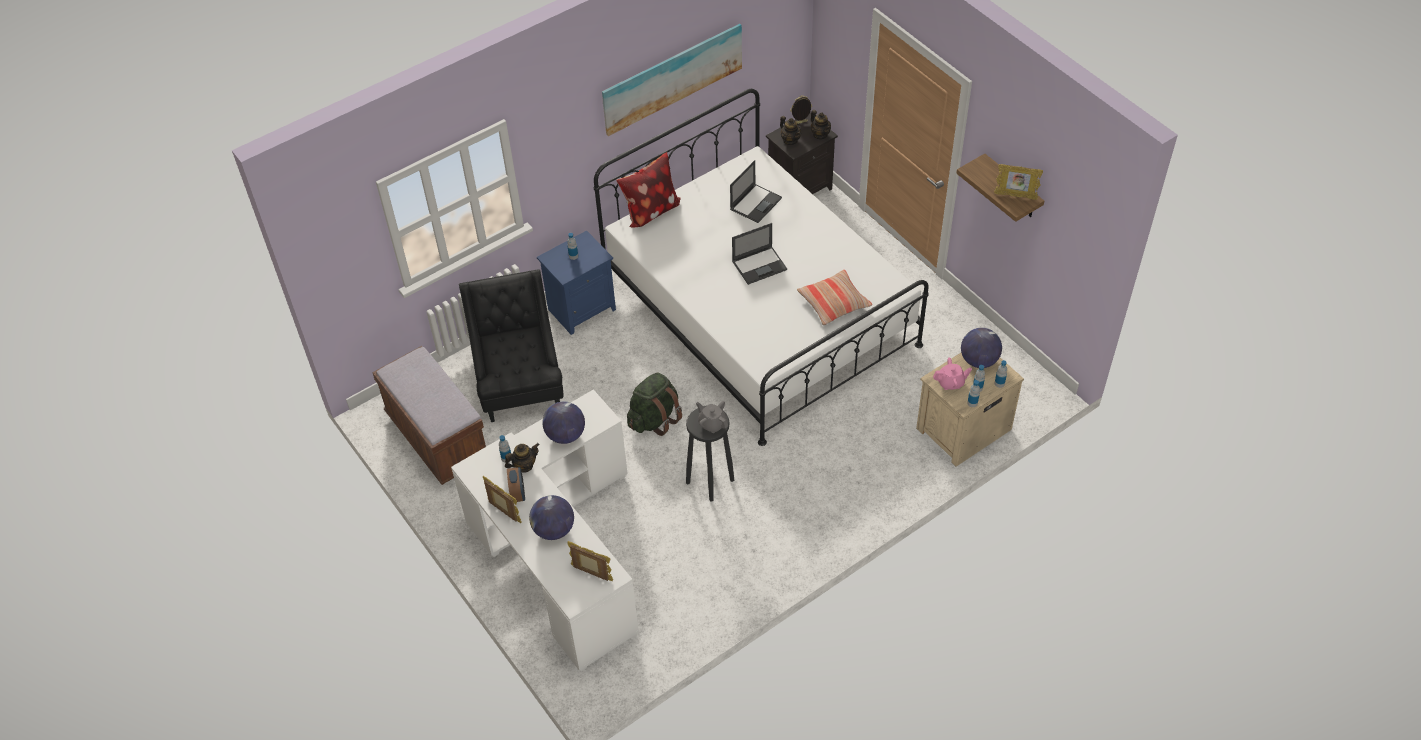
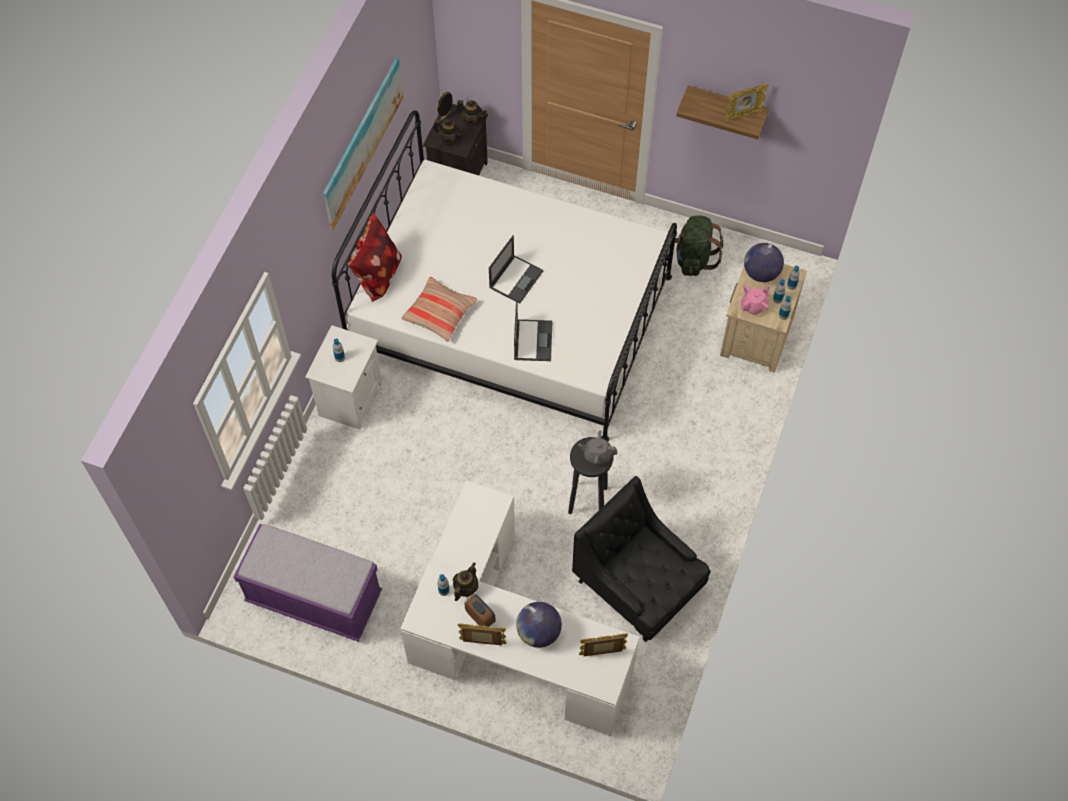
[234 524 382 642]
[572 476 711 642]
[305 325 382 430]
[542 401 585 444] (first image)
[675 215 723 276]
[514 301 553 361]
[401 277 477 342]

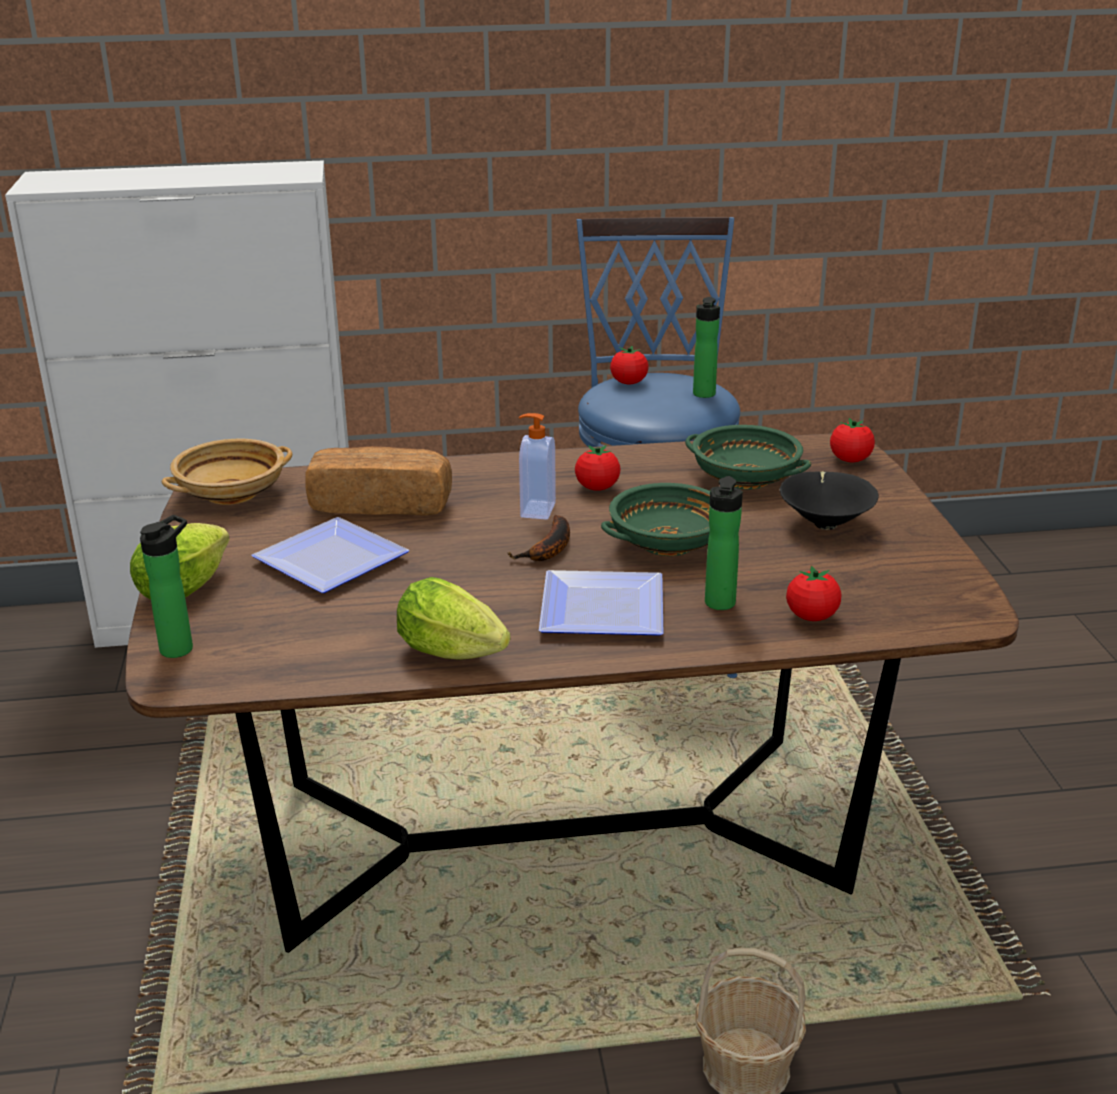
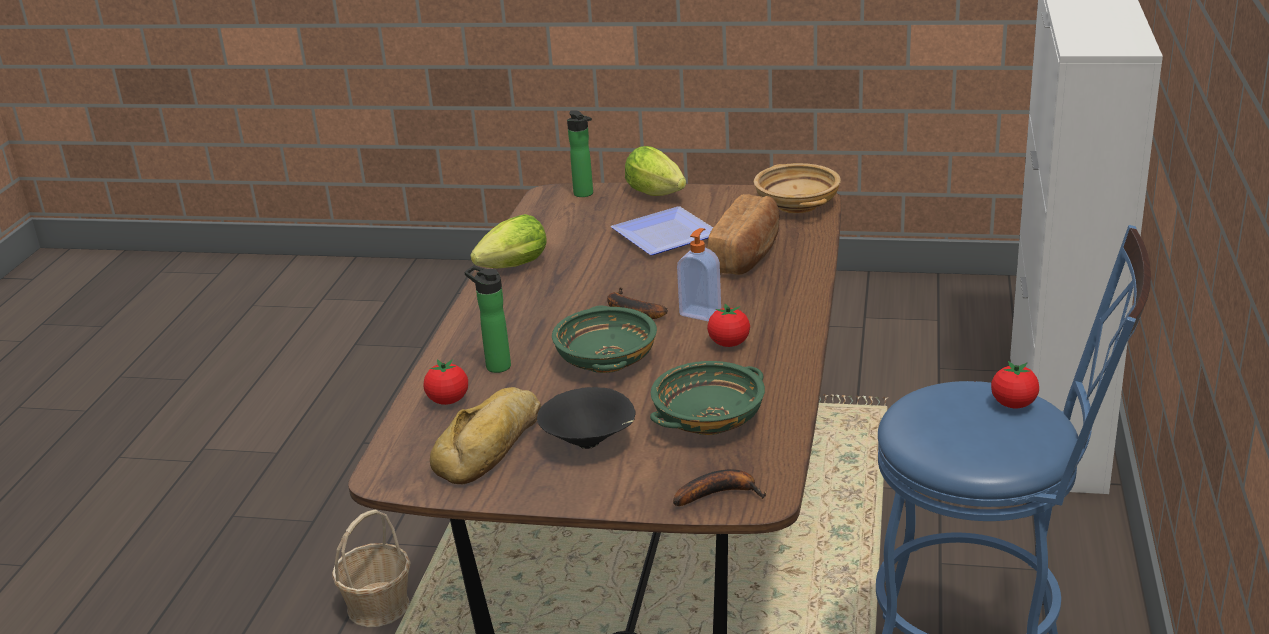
[539 570 664 636] (first image)
[693 297 720 398] (first image)
[673 469 766 506]
[430 387 541 484]

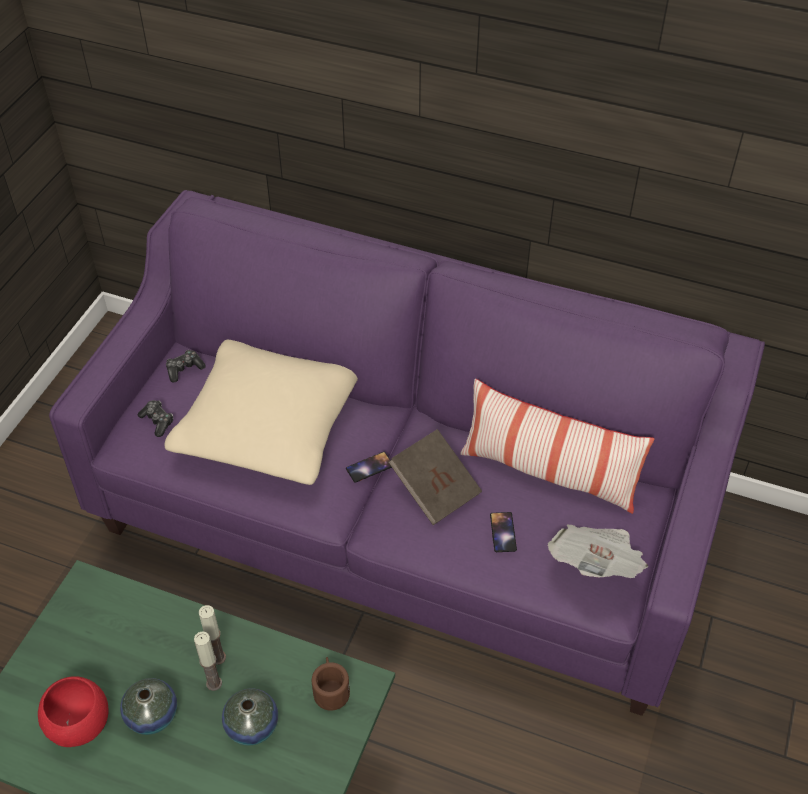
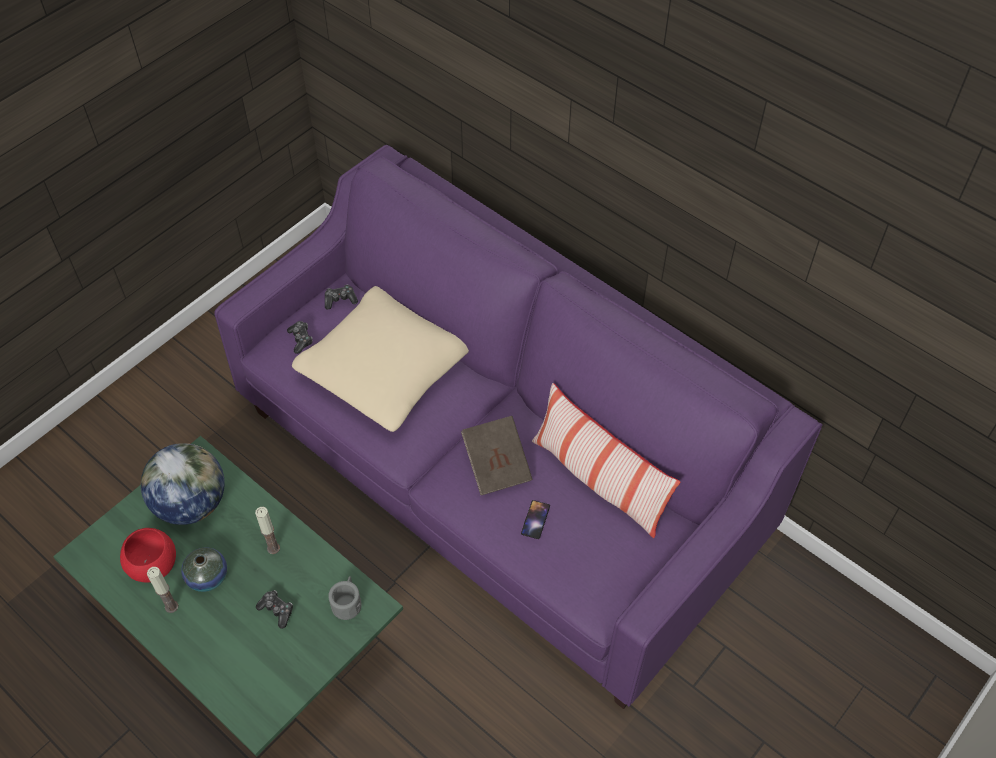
[147 567 178 613]
[256 590 293 629]
[328 576 362 620]
[346 452 392 483] (first image)
[548 524 648 578] (first image)
[141 443 225 525]

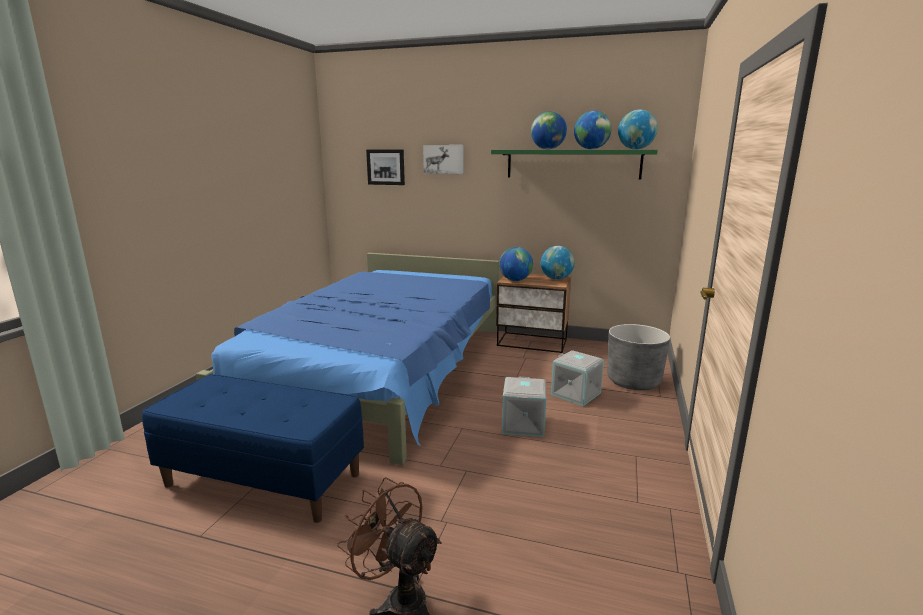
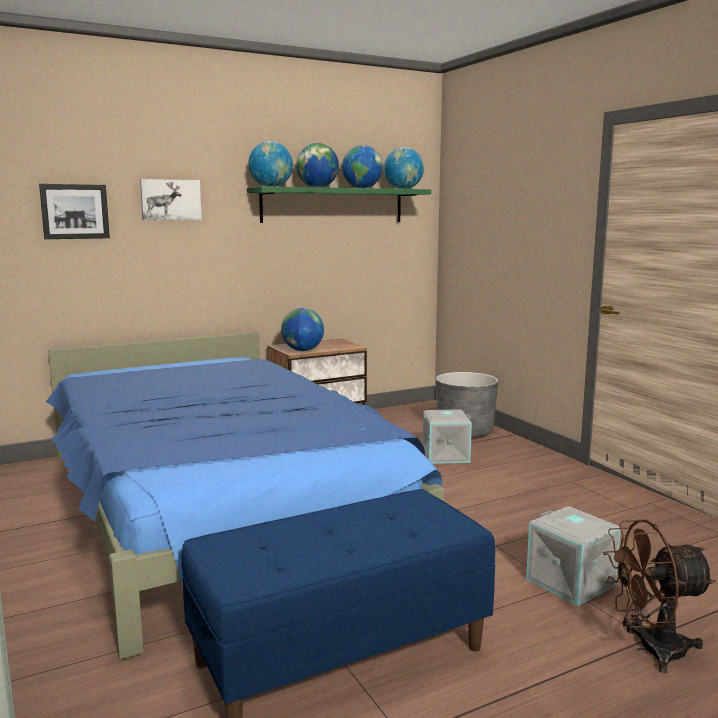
[526 506 621 606]
[248 141 293 187]

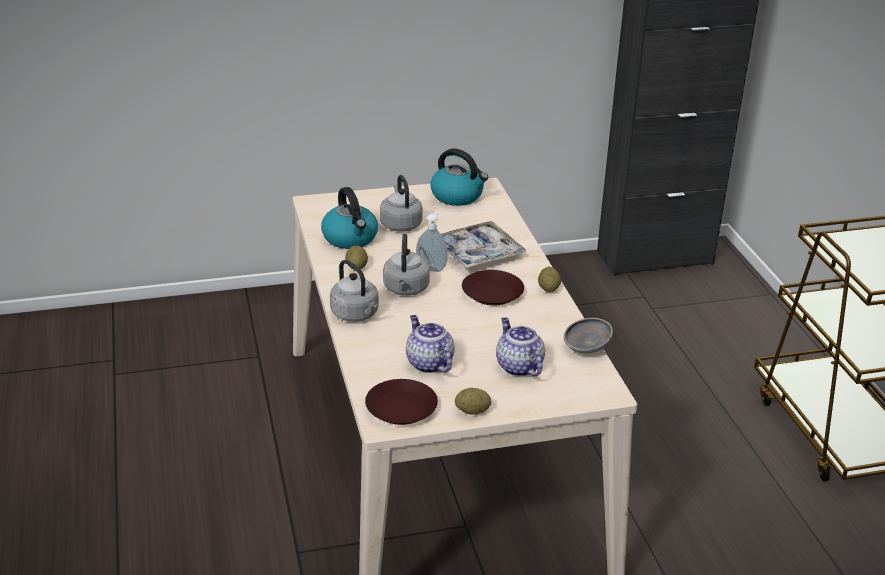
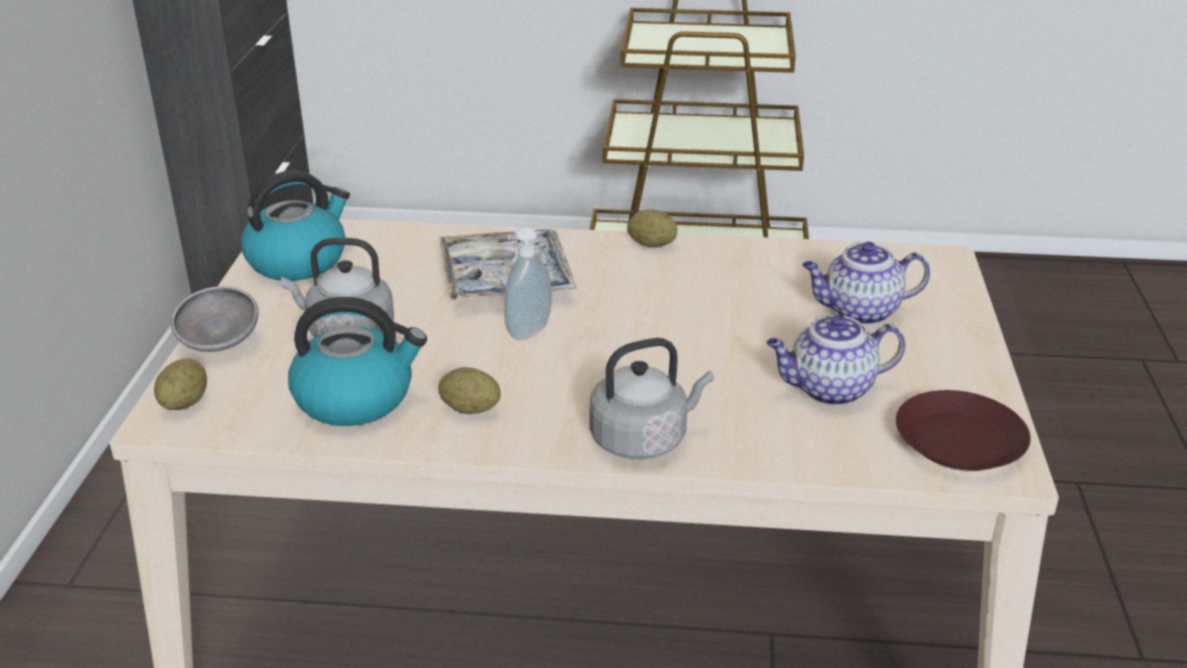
[383 234 430 296] (first image)
[154 358 207 410]
[462 270 524 305] (first image)
[171 286 259 352]

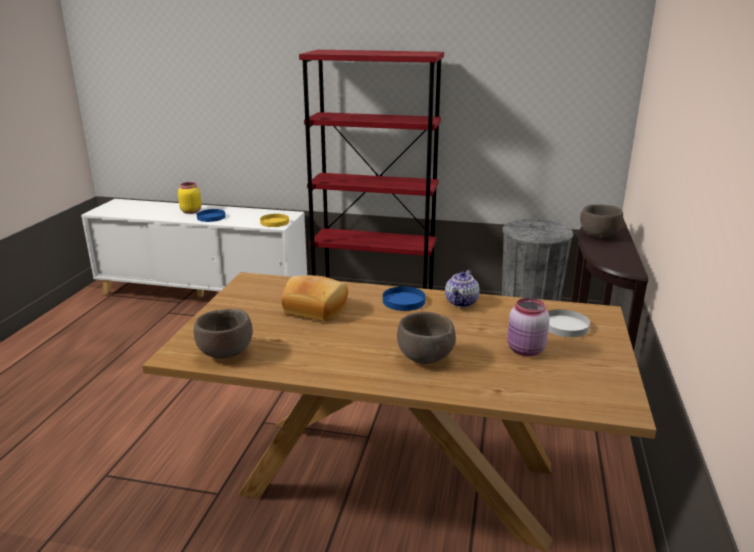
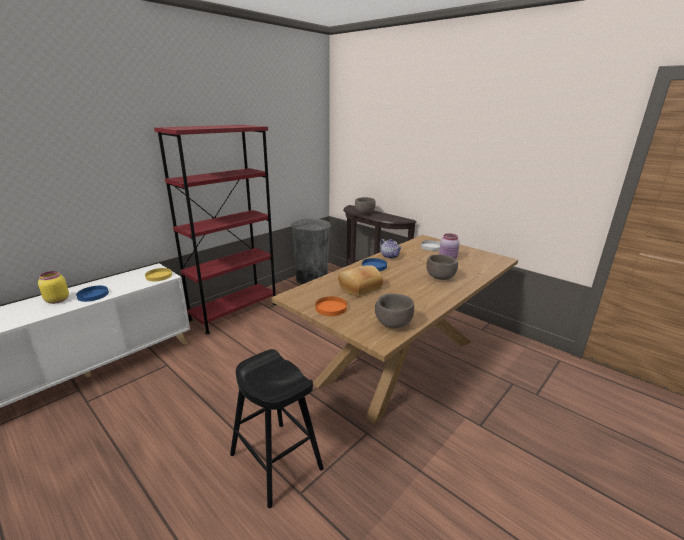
[230 349 324 508]
[315 297 347 316]

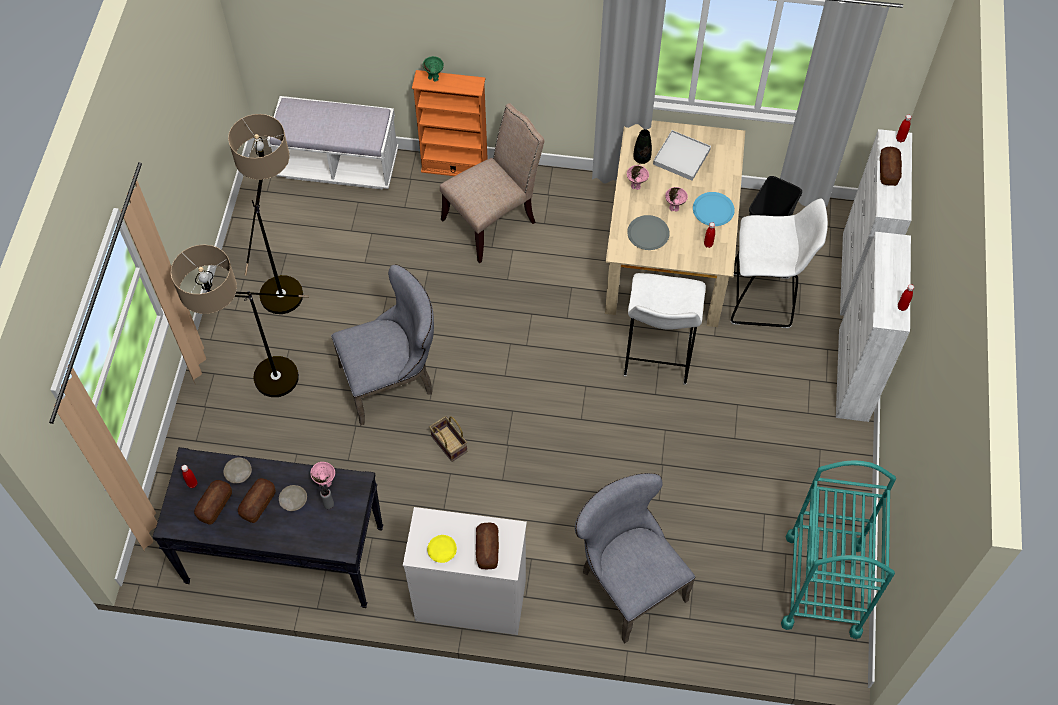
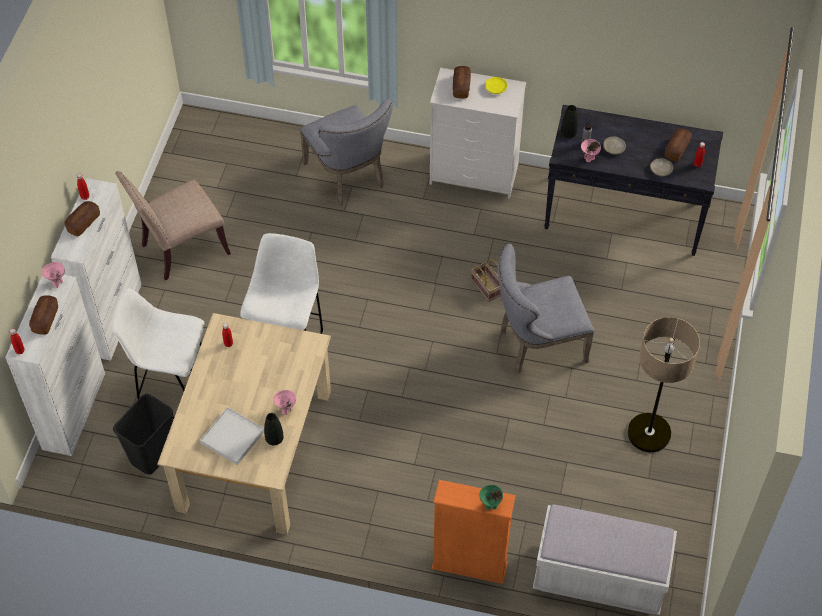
[171 244 309 397] (first image)
[64 201 100 236]
[115 171 231 280]
[627 215 670 250] (first image)
[42 262 65 288]
[693 192 735 226] (first image)
[781 460 896 639] (first image)
[561 105 578 138]

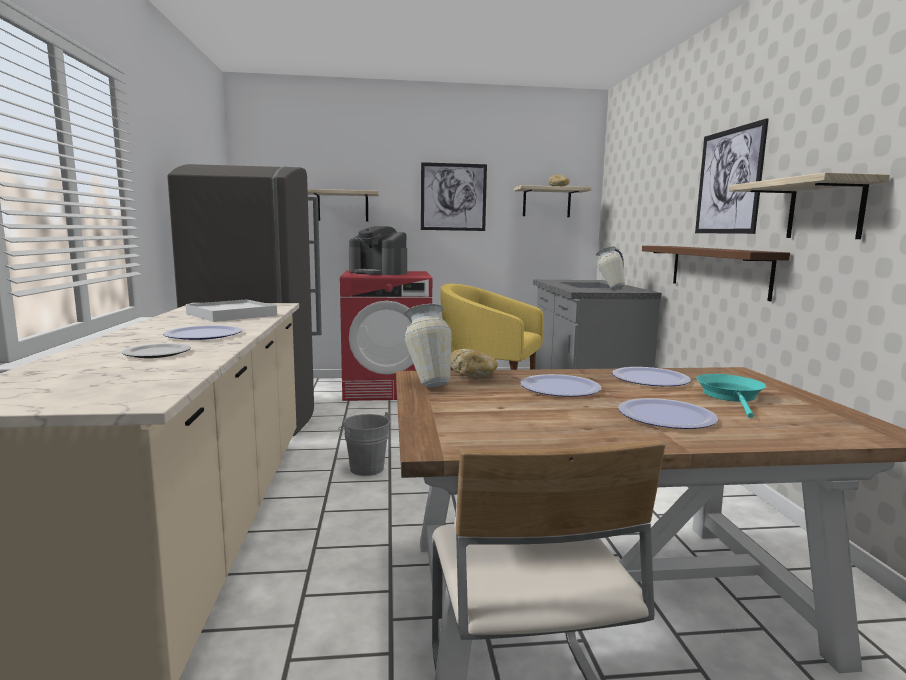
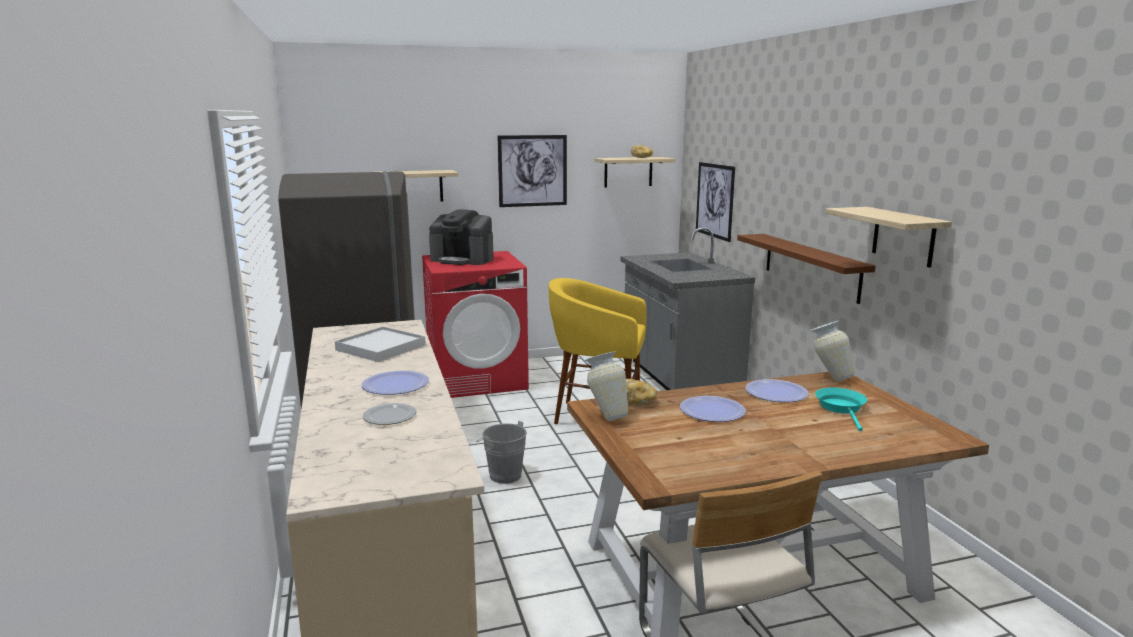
[810 321 854 381]
[618 398 718 429] (first image)
[696 162 735 242]

